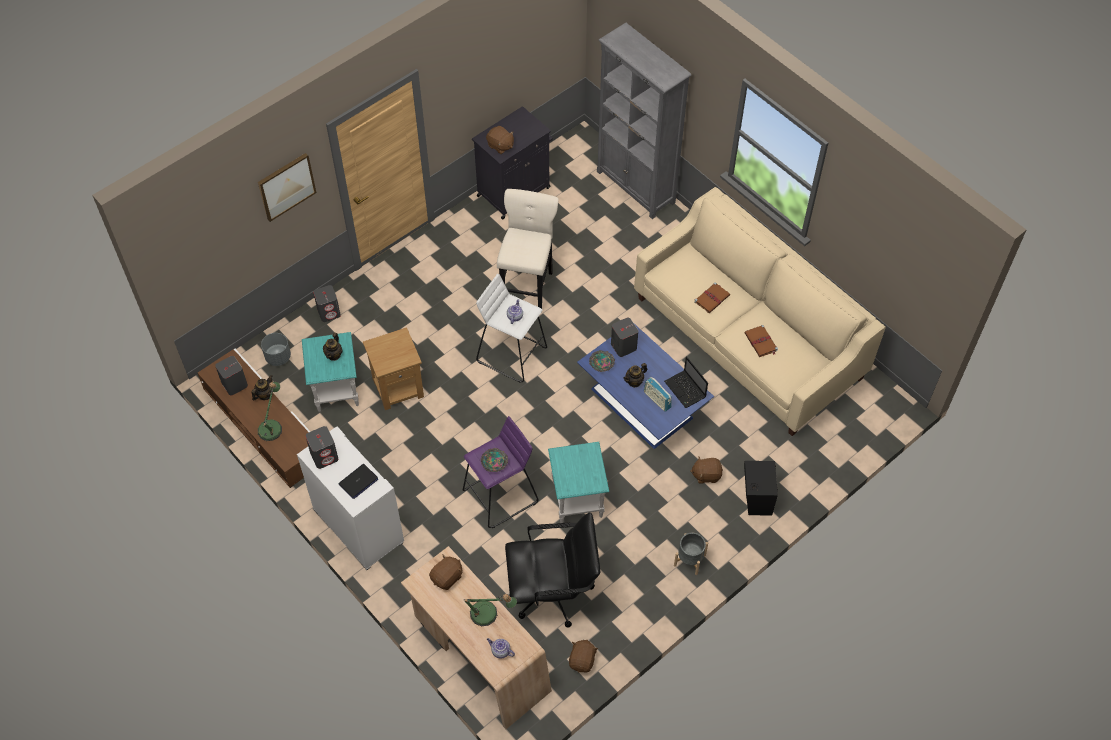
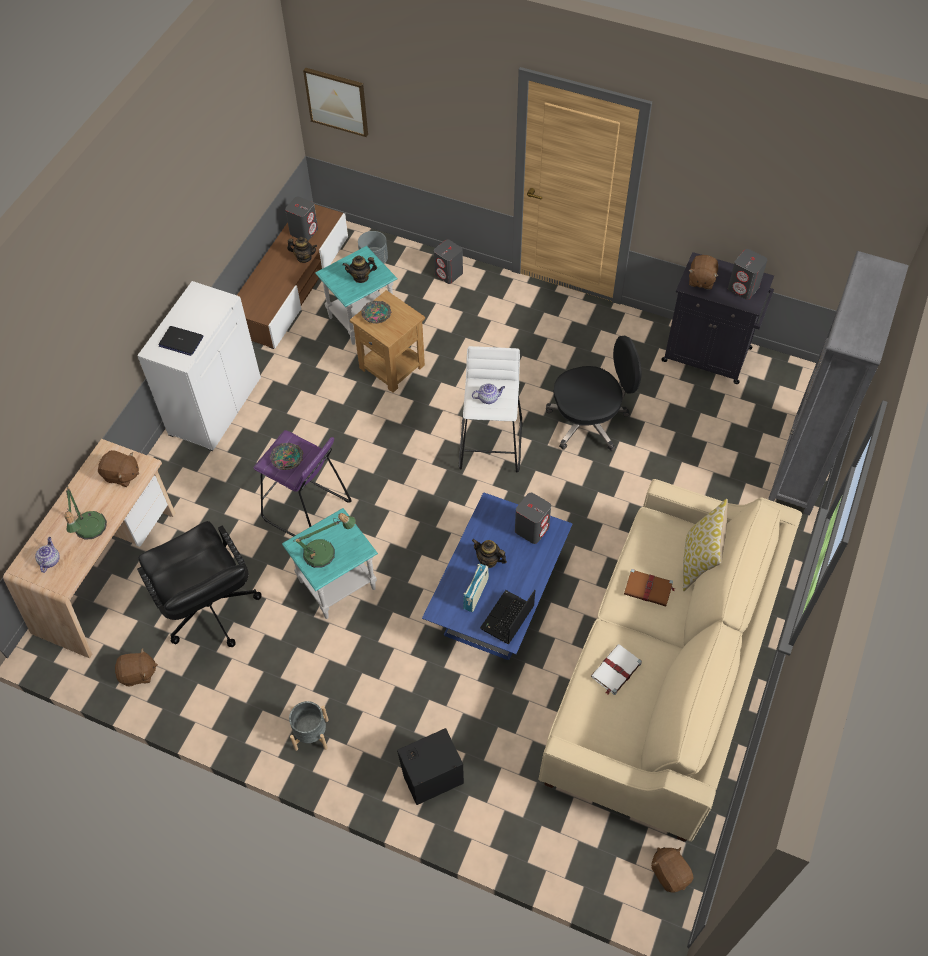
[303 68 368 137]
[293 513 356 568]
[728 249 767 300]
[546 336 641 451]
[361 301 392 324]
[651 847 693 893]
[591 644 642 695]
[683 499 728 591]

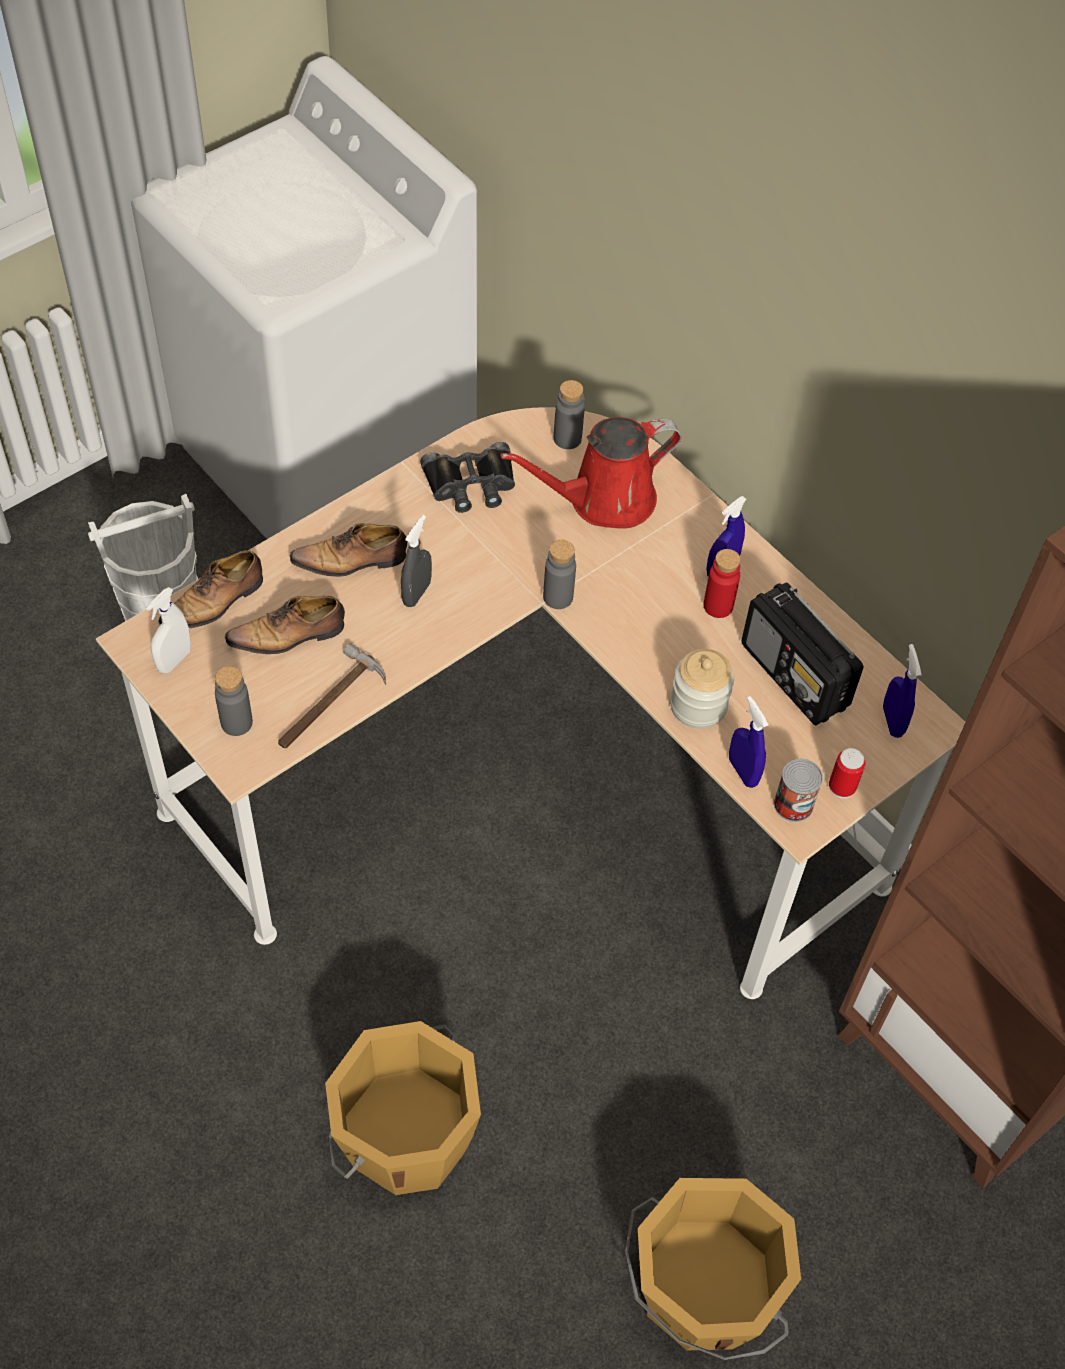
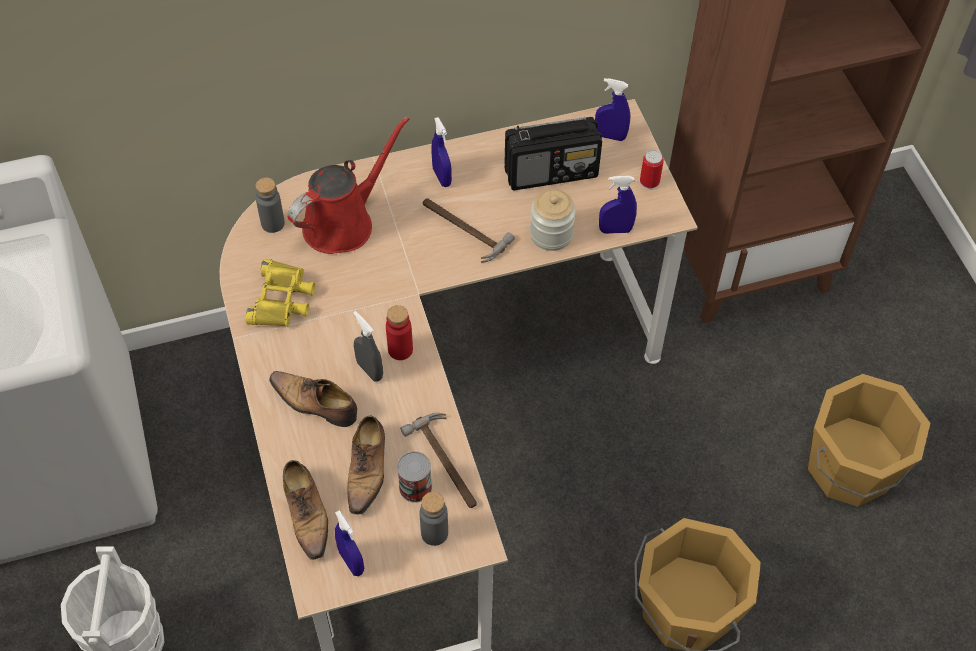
[335 510 364 576]
[269 371 357 427]
[245 259 315 327]
[288 116 409 254]
[543 540 576 609] (first image)
[386 305 413 360]
[397 451 432 503]
[423 198 515 263]

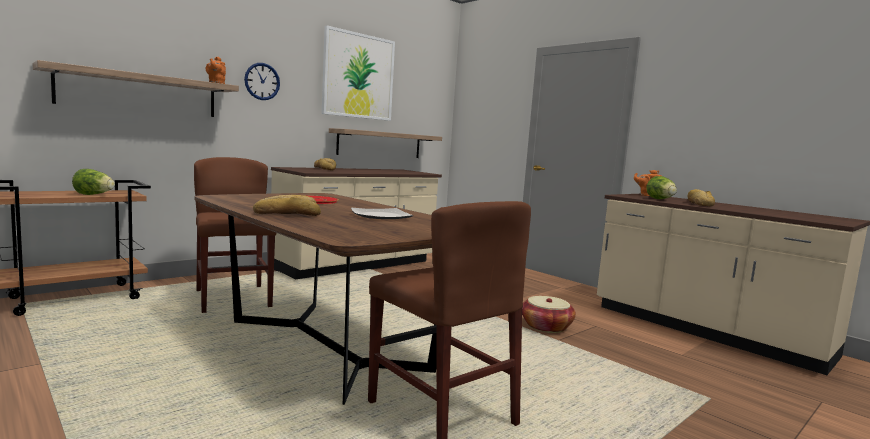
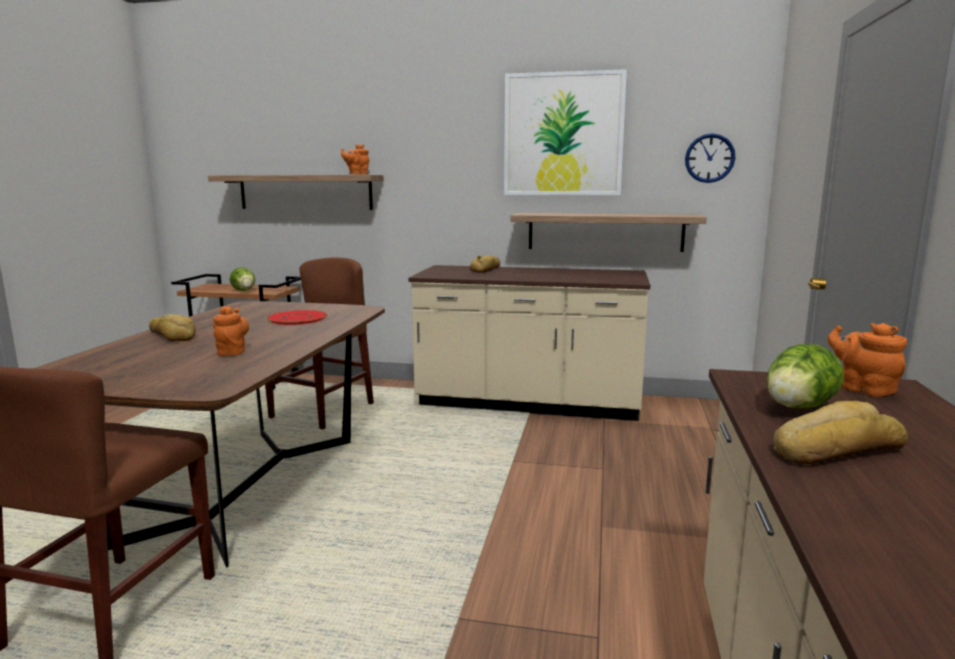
[685 133 735 183]
[213 306 249 356]
[522 296 576 333] (first image)

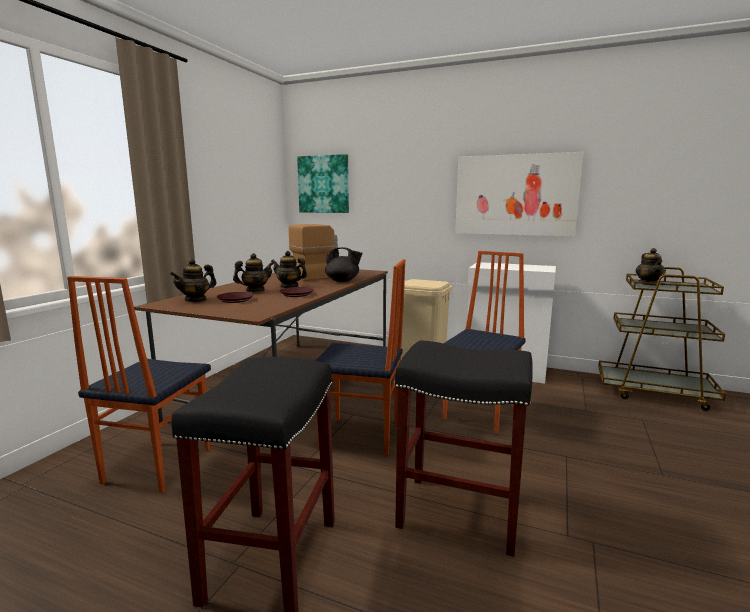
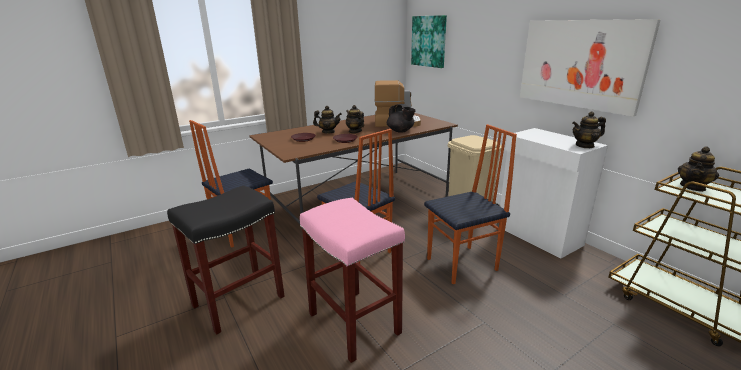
[572 112 606 148]
[300 198 405 363]

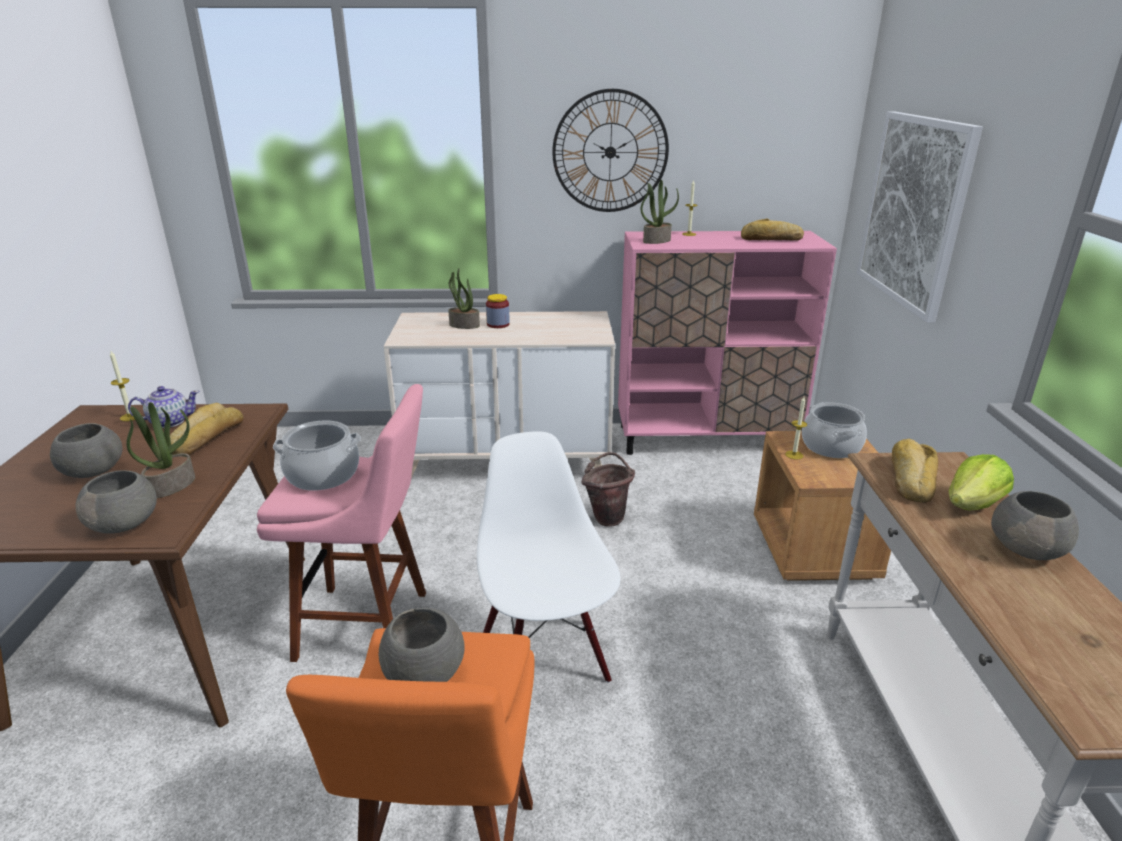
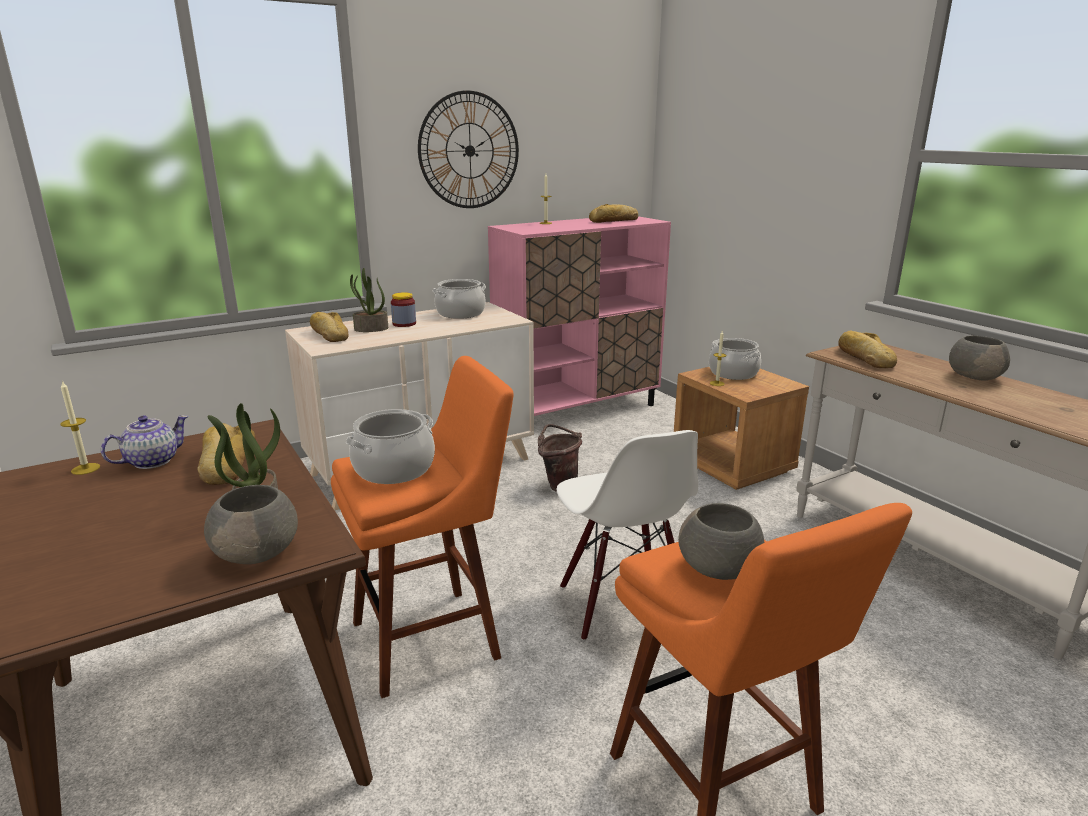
[50 423 122 478] (first image)
[331 356 514 698]
[557 430 698 641]
[641 180 679 244] (first image)
[857 111 983 323] (first image)
[949 454 1014 511] (first image)
[310 312 349 342]
[432 279 486 319]

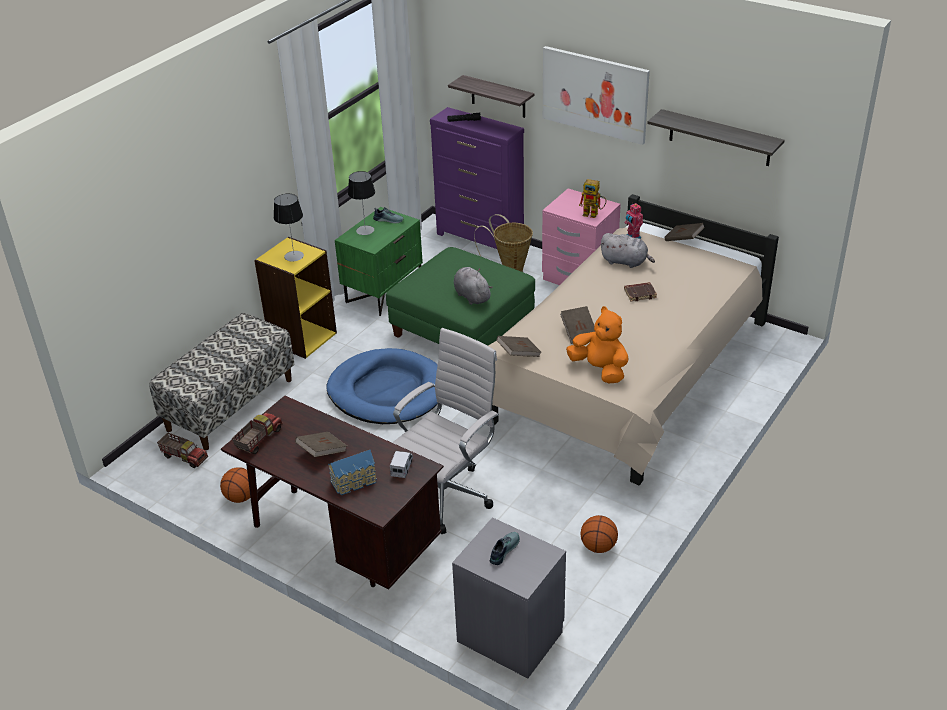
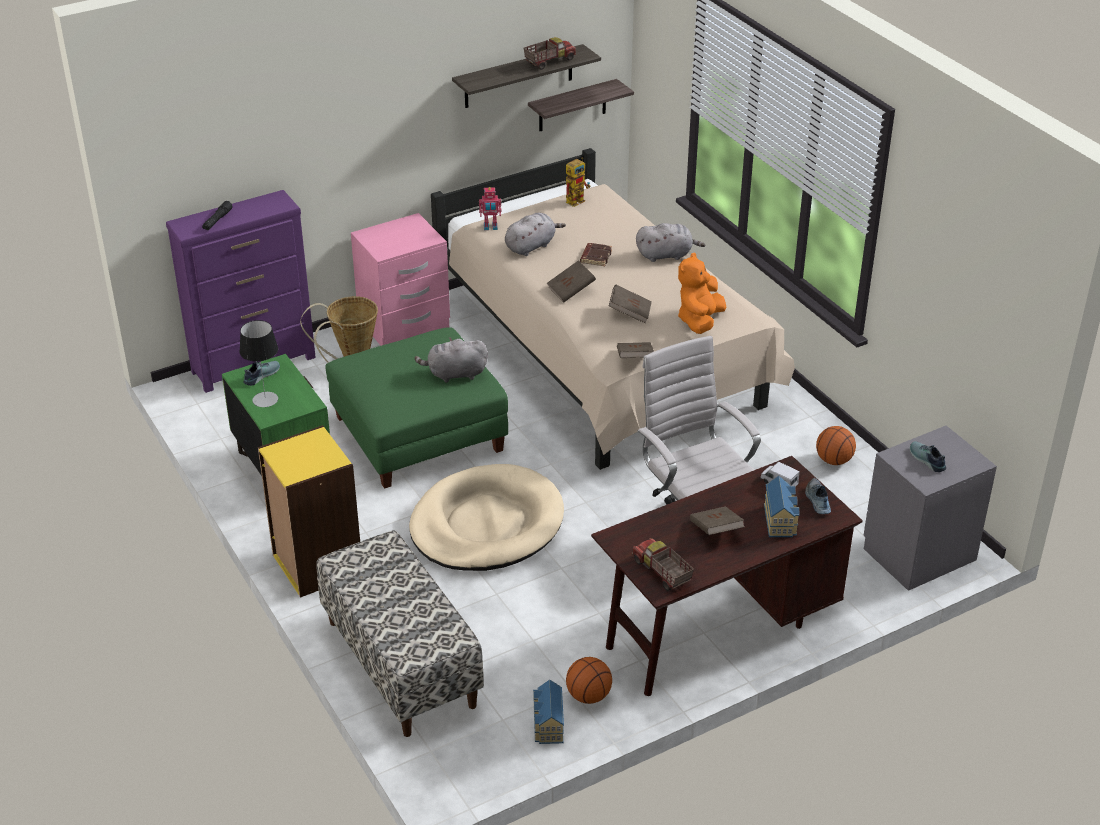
[524 37 576 70]
[274 194 304 262] (first image)
[409 464 564 571]
[528 79 634 131]
[543 46 650 145] (first image)
[678 252 726 334]
[566 157 590 207]
[547 260 596 303]
[533 680 564 744]
[636 223 705 262]
[805 478 831 514]

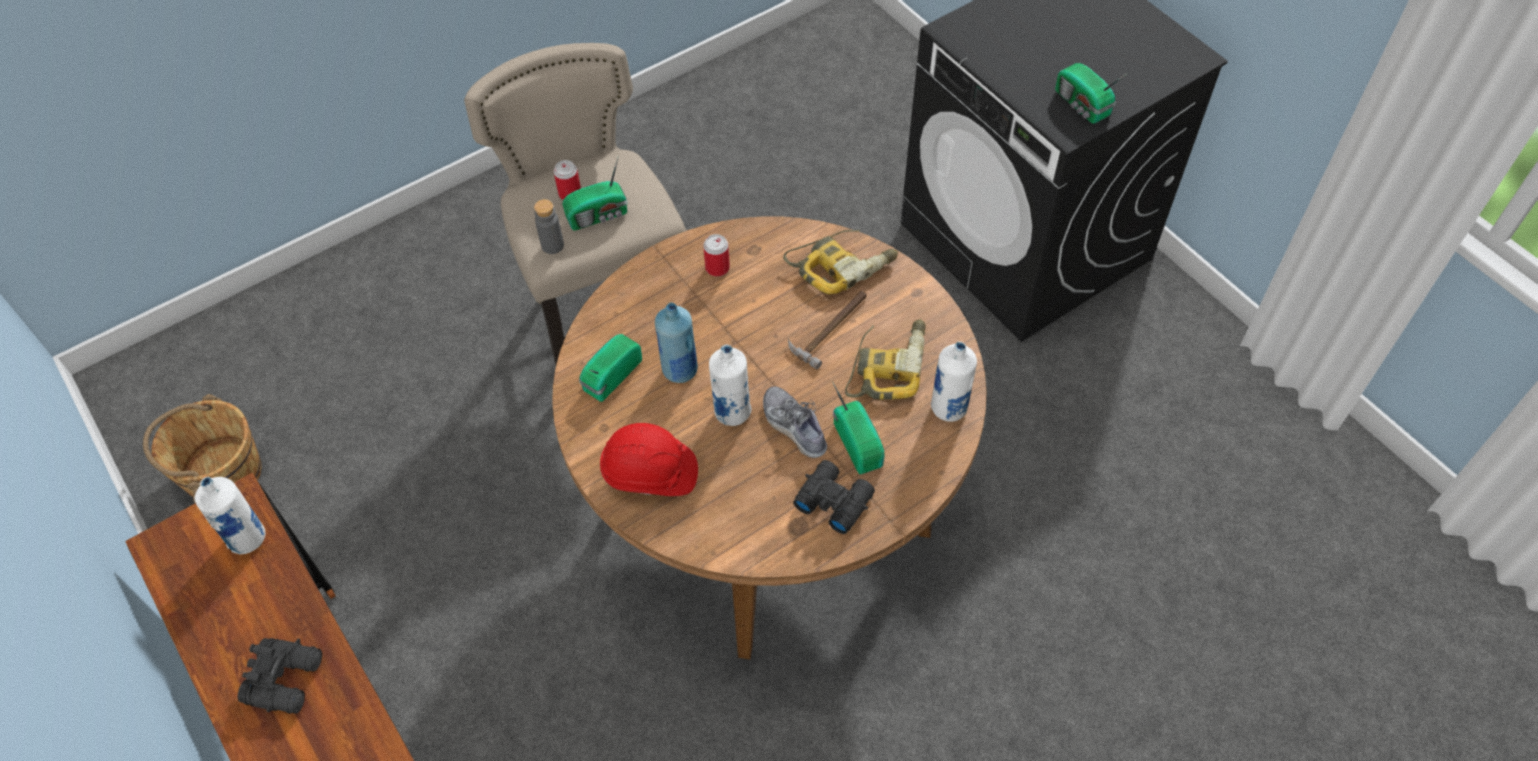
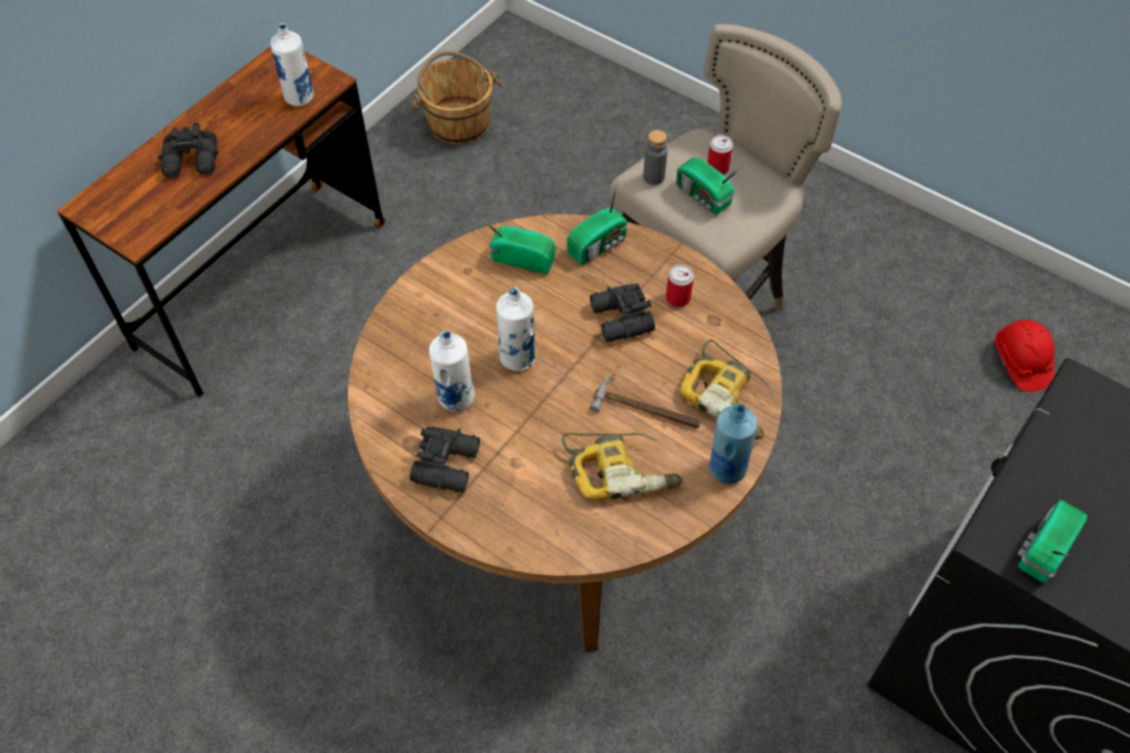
[995 320 1055 392]
[709 404 757 484]
[763 386 827 458] (first image)
[567 180 628 265]
[429 330 475 412]
[590 283 655 342]

